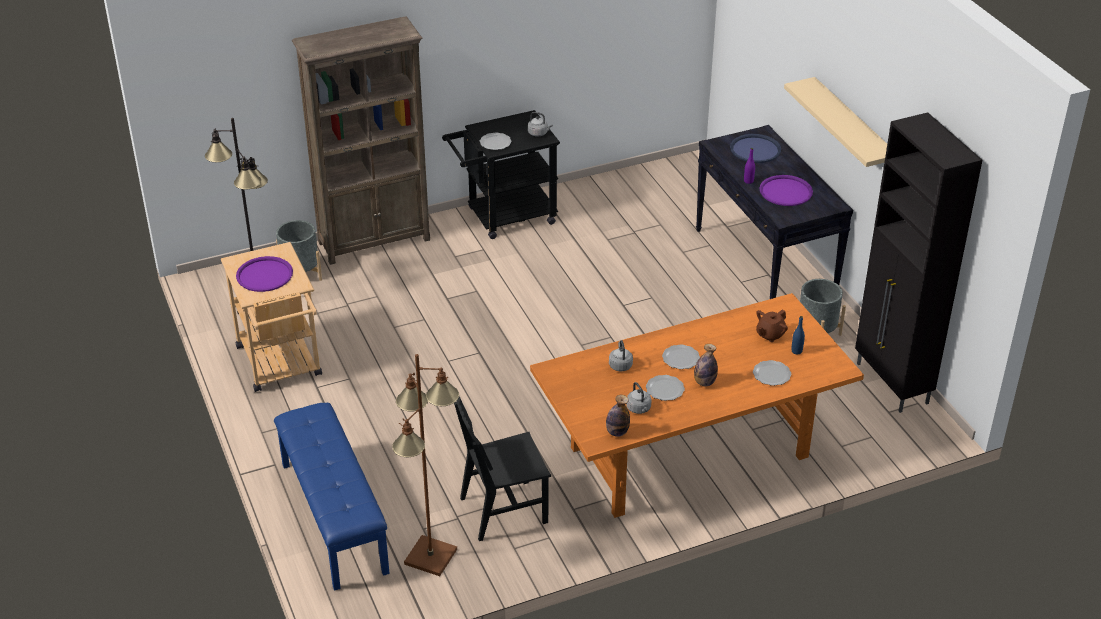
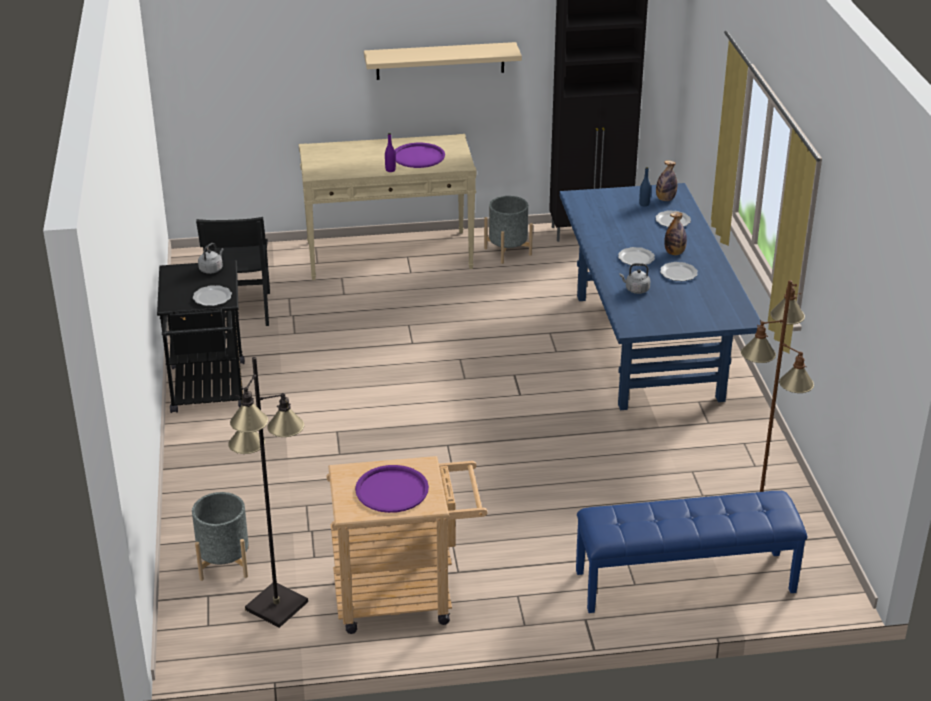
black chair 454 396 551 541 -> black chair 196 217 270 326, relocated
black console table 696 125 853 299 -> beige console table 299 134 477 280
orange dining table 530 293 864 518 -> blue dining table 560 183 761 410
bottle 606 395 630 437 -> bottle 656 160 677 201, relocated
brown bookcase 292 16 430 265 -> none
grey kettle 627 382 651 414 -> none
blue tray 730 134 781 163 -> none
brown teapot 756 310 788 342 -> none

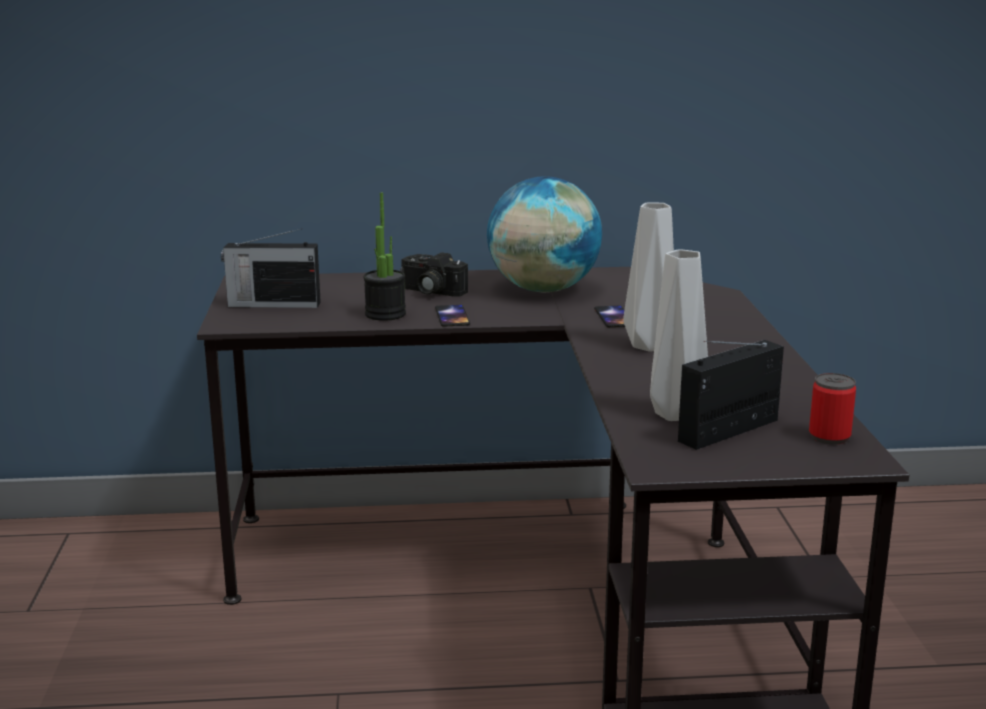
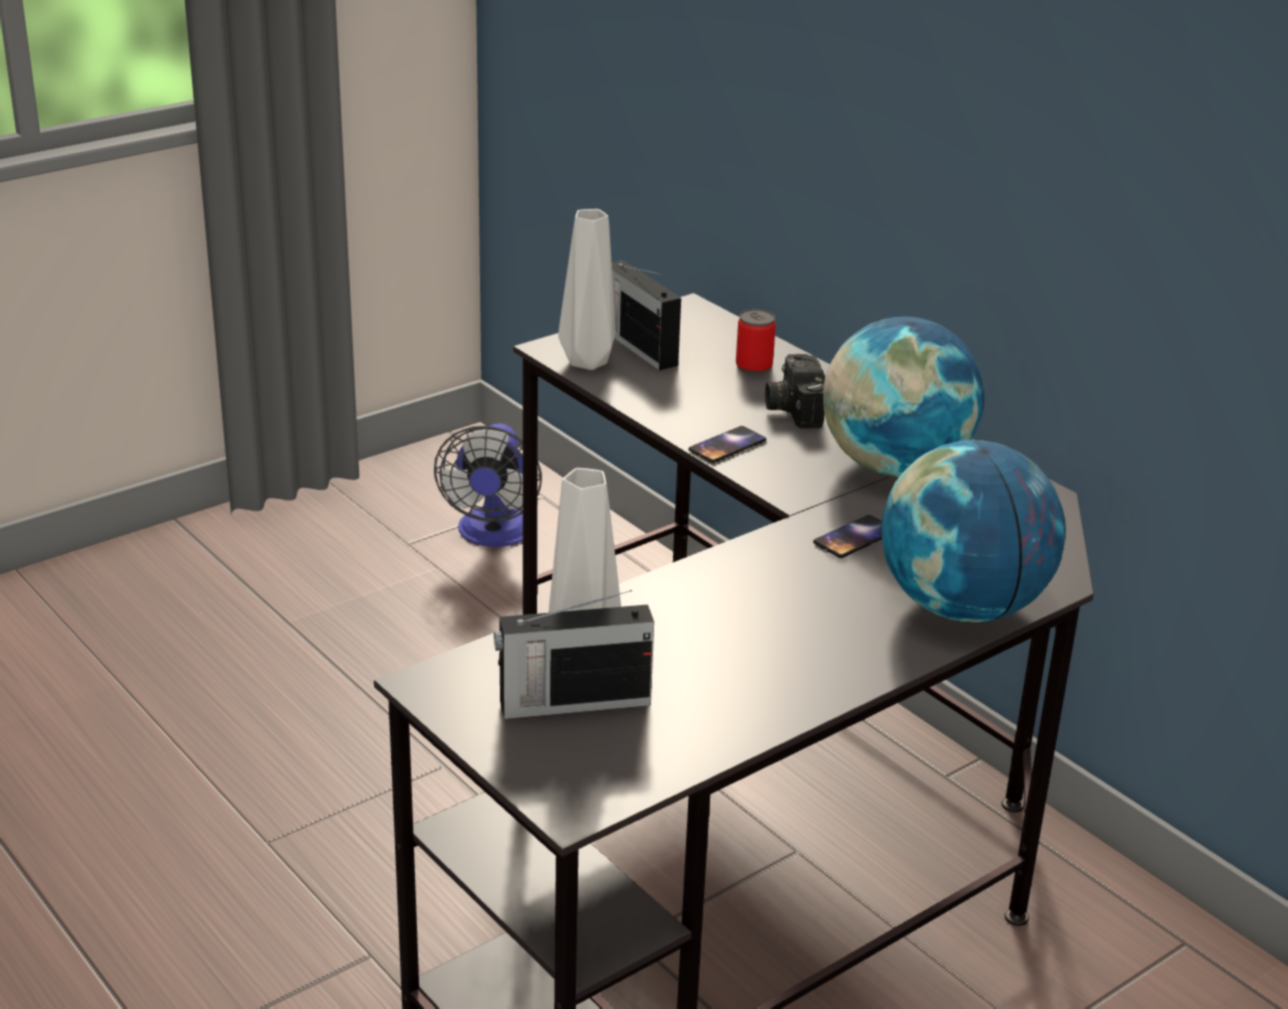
none -> fan 434 423 542 547
radio 678 340 784 450 -> radio 494 590 654 719, 150 degrees clockwise
grey vase 623 203 674 352 -> grey vase 558 209 615 370, relocated
can 809 373 856 444 -> can 736 309 776 374, relocated
none -> globe 881 440 1066 622
potted plant 363 193 406 321 -> none

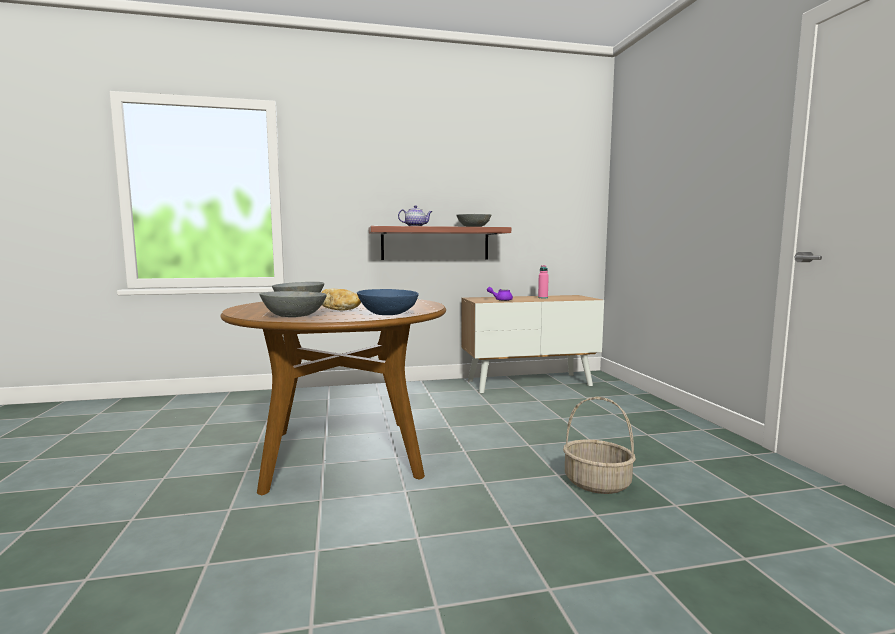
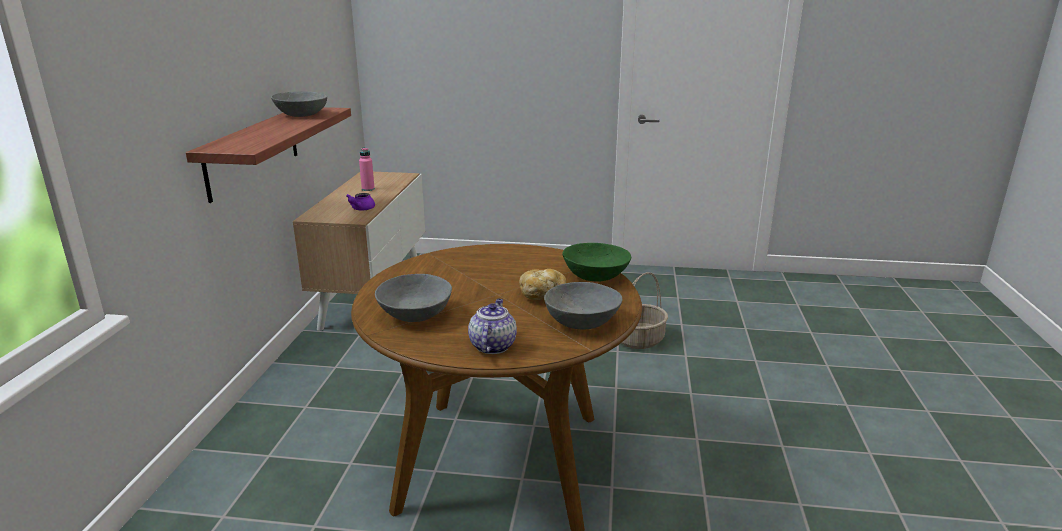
teapot 398 206 432 226 -> teapot 468 299 517 354, relocated
blue bowl 357 289 419 315 -> green bowl 562 243 631 282

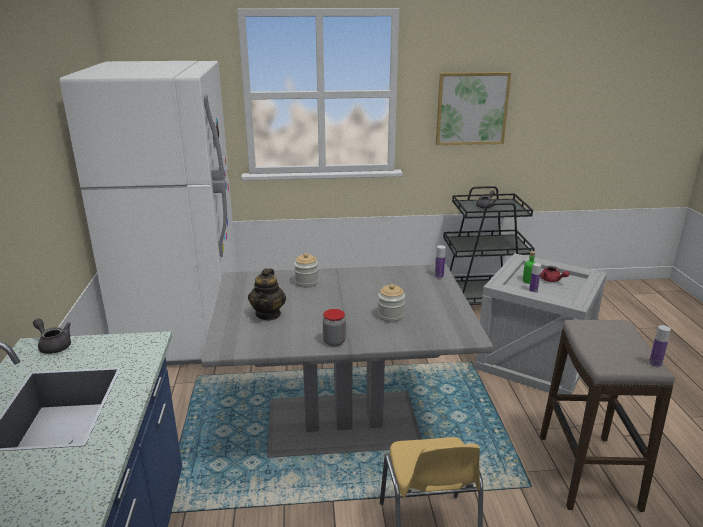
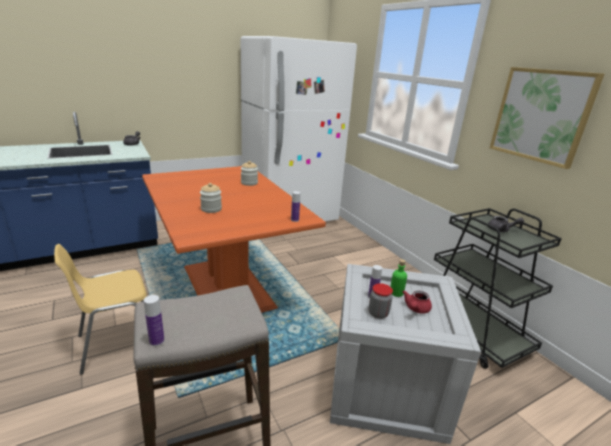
grey dining table 201 264 493 458 -> orange dining table 142 166 326 313
jar 323 309 346 347 -> jar 369 283 393 319, relocated
teapot 248 268 286 320 -> none

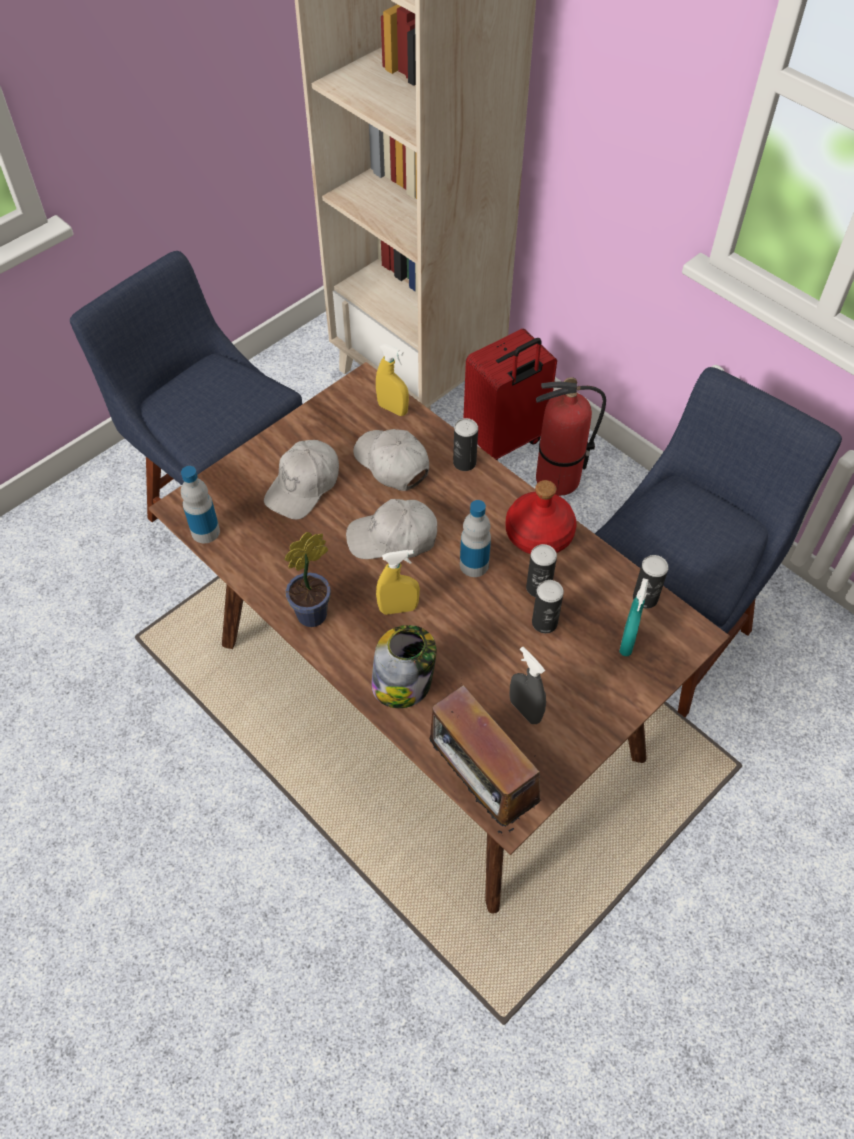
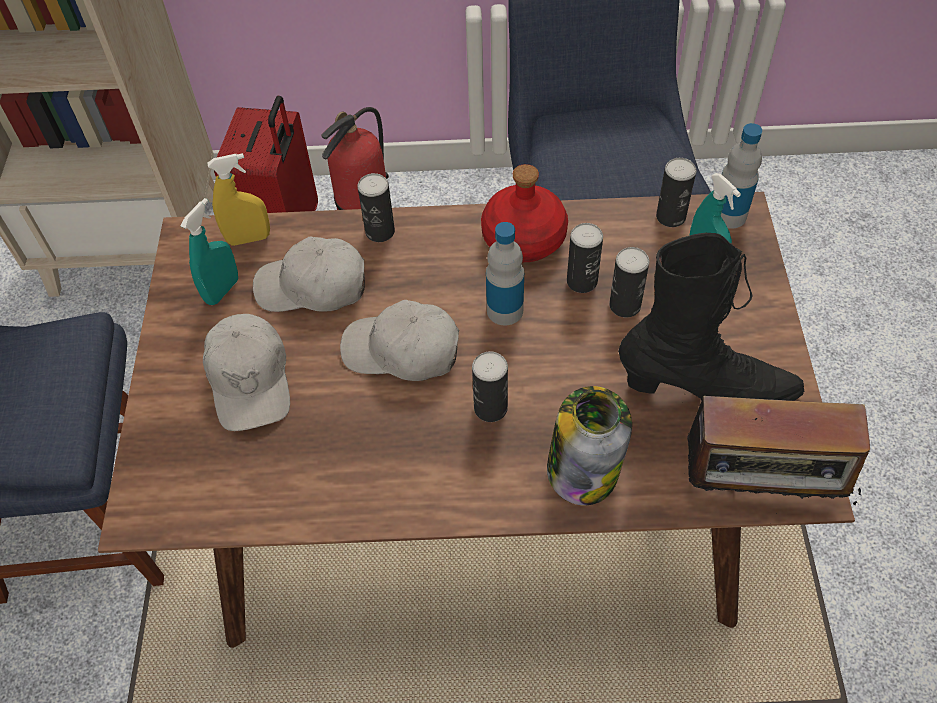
none -> turquoise spray bottle 180 198 238 305
white cap 346 499 437 559 -> white cap 340 300 459 381, 60 degrees clockwise
yellow spray bottle 376 550 420 615 -> can 472 351 508 422
grey spray bottle 509 646 546 724 -> black boot 618 233 804 401
bottle 181 466 220 543 -> bottle 721 123 762 229, relocated
potted plant 284 532 331 627 -> none

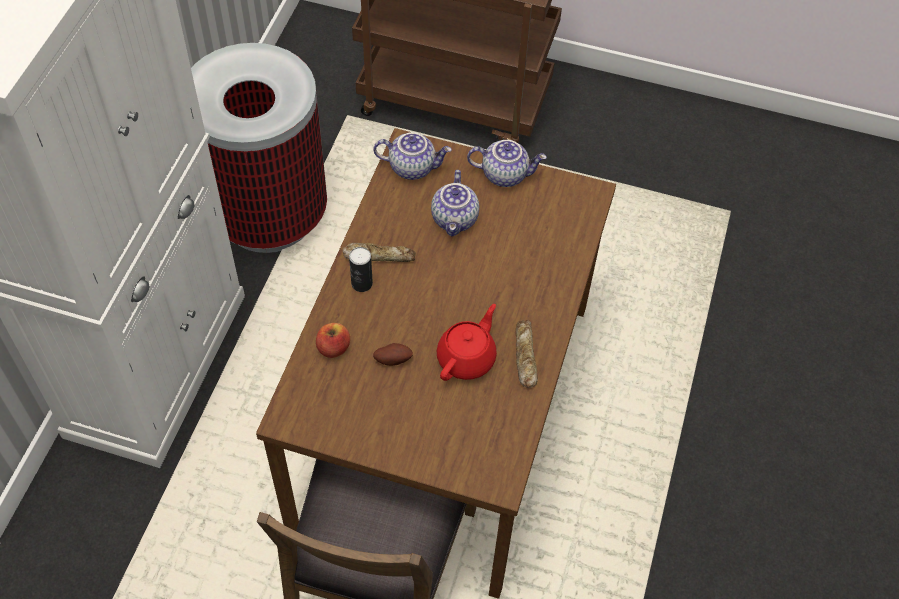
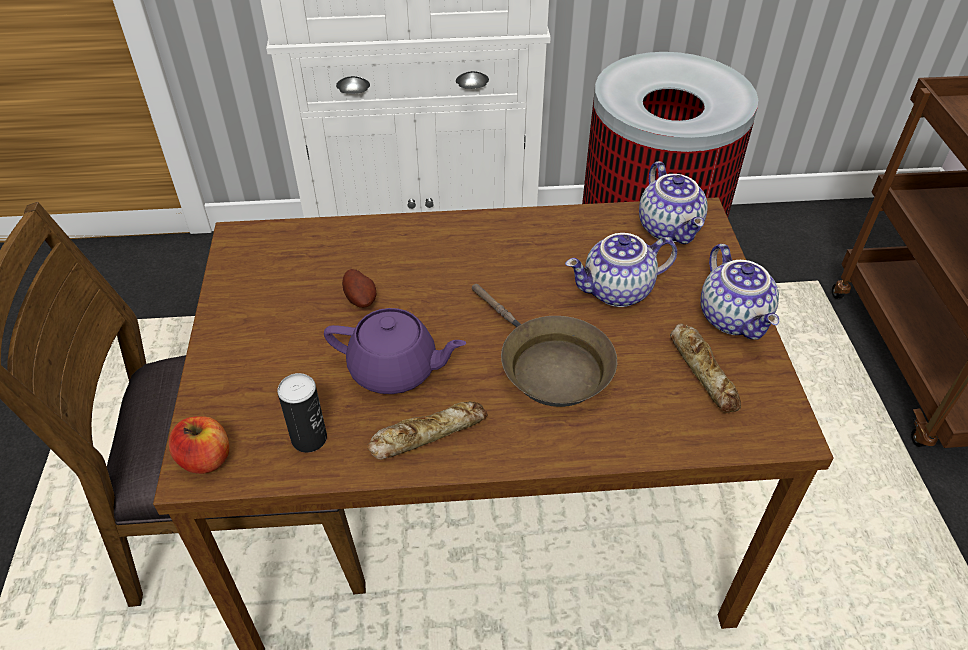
apple 316 323 350 358 -> apple 169 416 229 474, relocated
can 349 247 373 292 -> can 277 373 327 453, relocated
red teapot 437 304 497 381 -> purple teapot 324 308 466 394
none -> brown frying pan 472 284 617 407
bread 342 243 416 262 -> bread 670 323 741 413, relocated

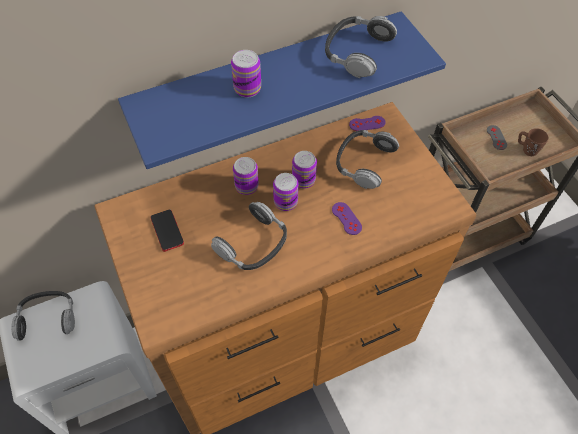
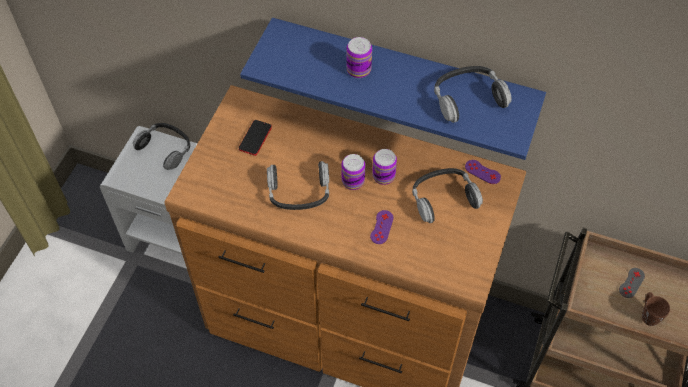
can 233 157 259 195 -> none

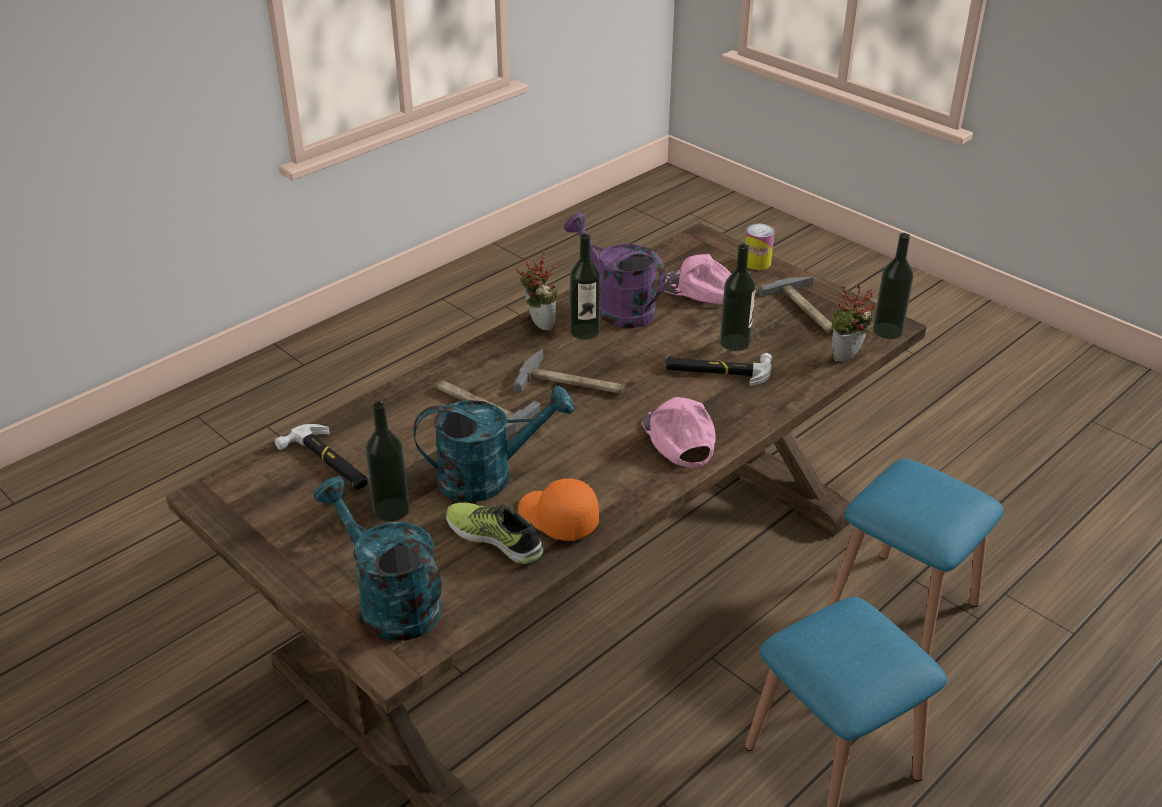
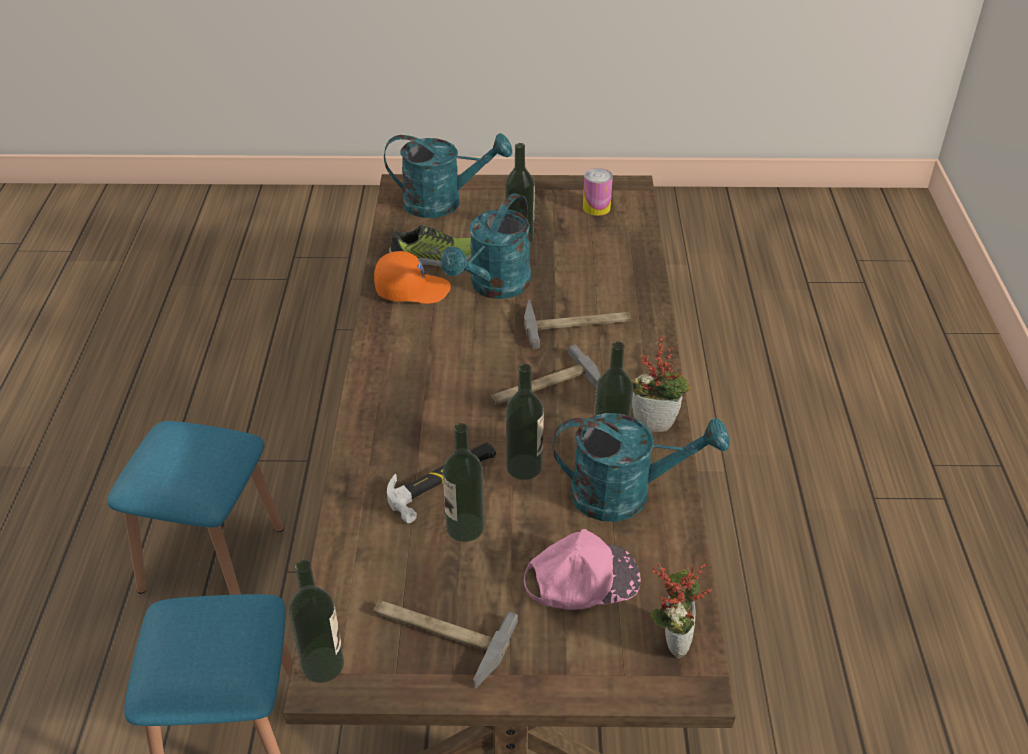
none -> bottle 506 364 544 480
purple watering can 564 212 665 328 -> turquoise watering can 552 413 730 522
can 745 224 774 270 -> can 583 168 613 216, relocated
potted plant 831 284 876 361 -> potted plant 651 563 712 658, relocated
hammer 275 424 368 490 -> none
pink cap 642 397 716 468 -> none

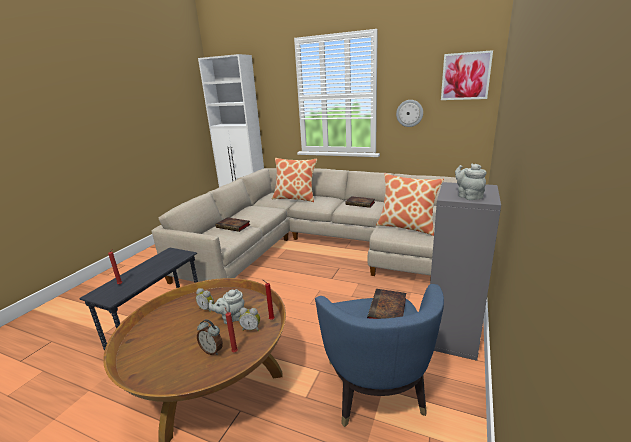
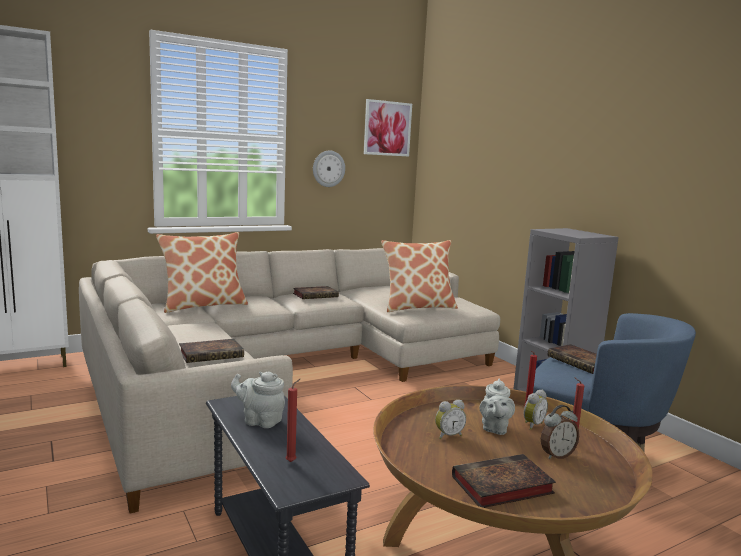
grey teapot 455 164 486 200 -> grey teapot 231 372 285 428, relocated
none -> book 452 454 556 508

